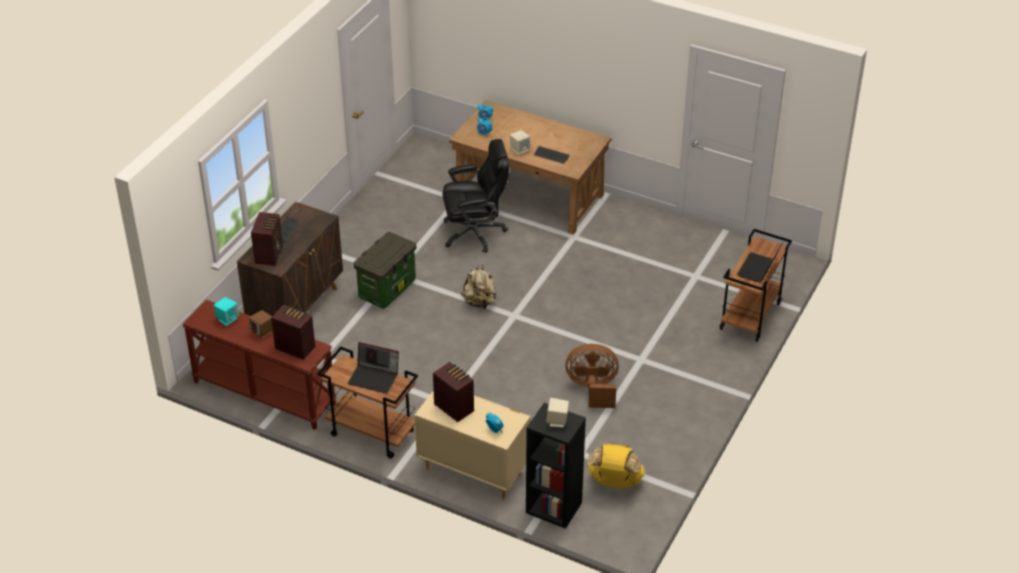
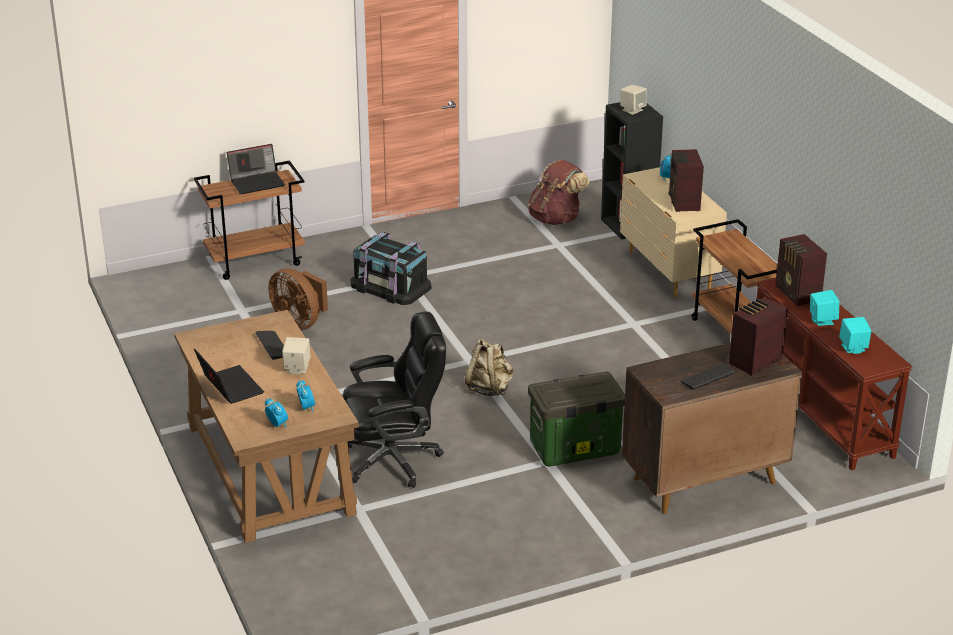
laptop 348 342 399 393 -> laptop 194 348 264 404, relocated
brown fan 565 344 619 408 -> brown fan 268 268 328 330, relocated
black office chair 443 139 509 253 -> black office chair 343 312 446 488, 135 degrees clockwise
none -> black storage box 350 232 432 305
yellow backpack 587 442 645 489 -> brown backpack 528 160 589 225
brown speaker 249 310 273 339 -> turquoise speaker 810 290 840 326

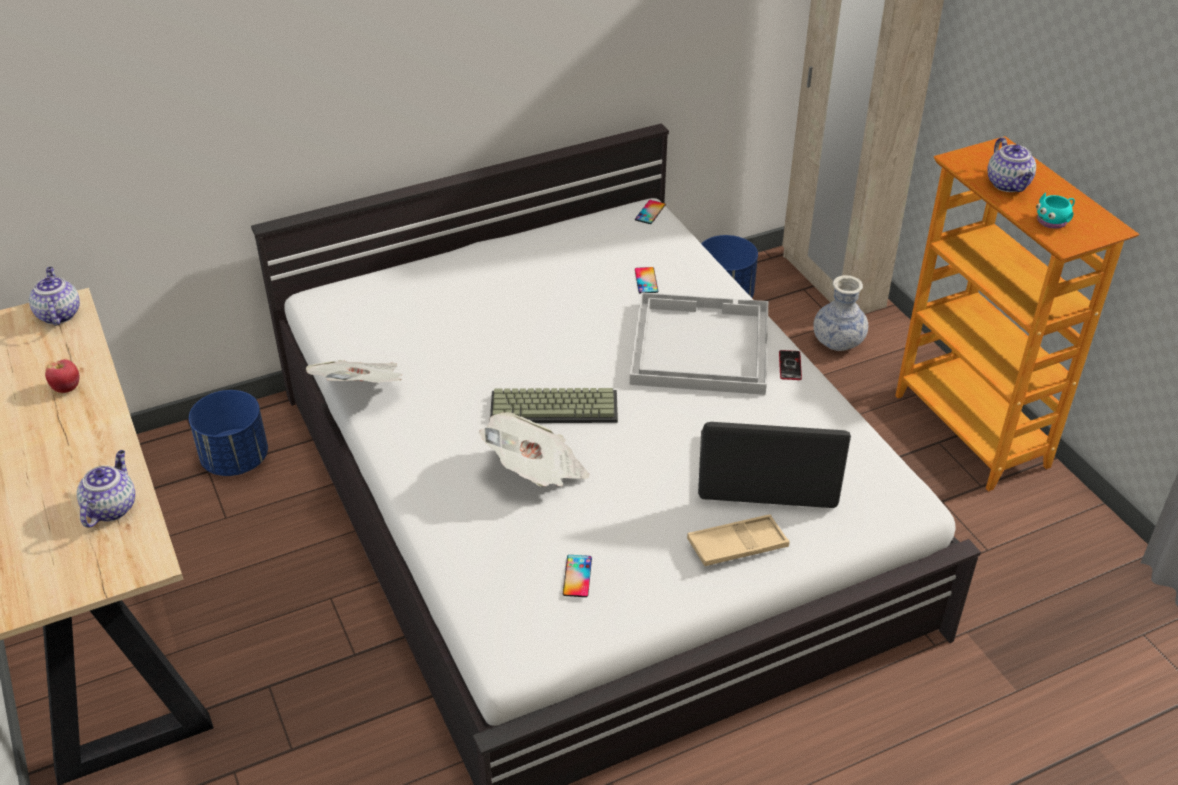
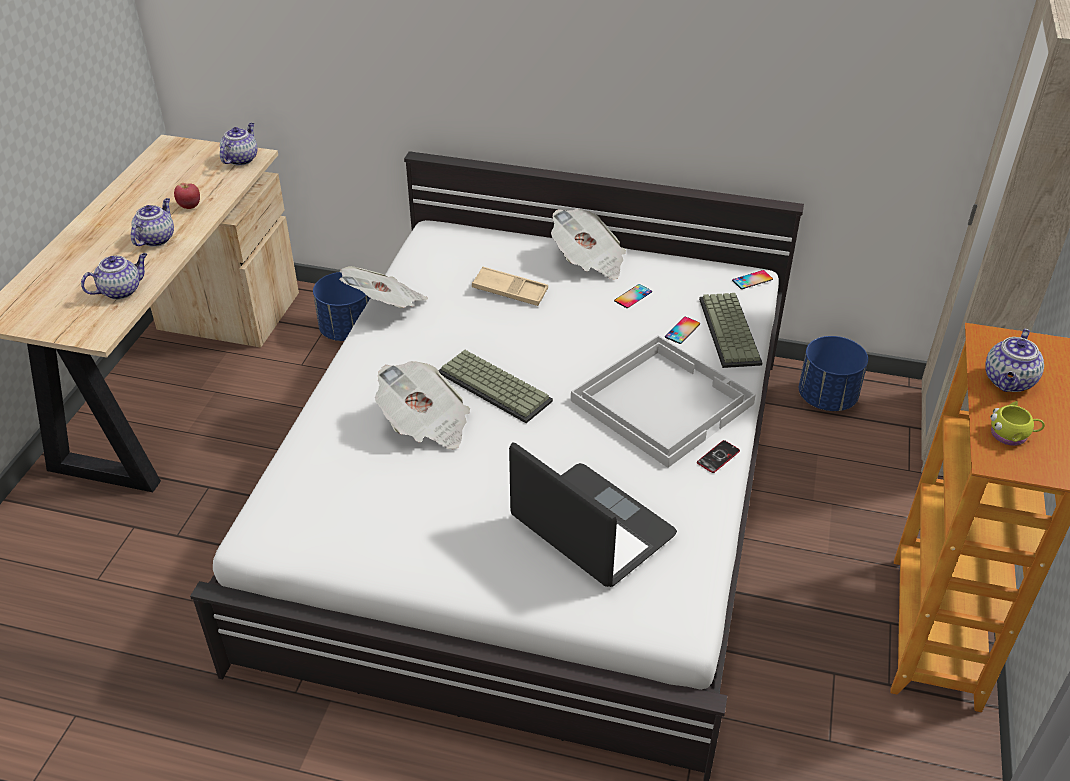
none -> teapot 131 198 174 247
beige tray 687 514 790 566 -> beige tray 472 267 548 306, relocated
none -> newspaper 551 209 626 279
phone 563 555 592 597 -> phone 614 284 652 308, relocated
none -> keyboard 699 293 762 368
turquoise mug 1036 192 1075 229 -> yellow mug 990 401 1045 446
vase 813 275 868 351 -> none

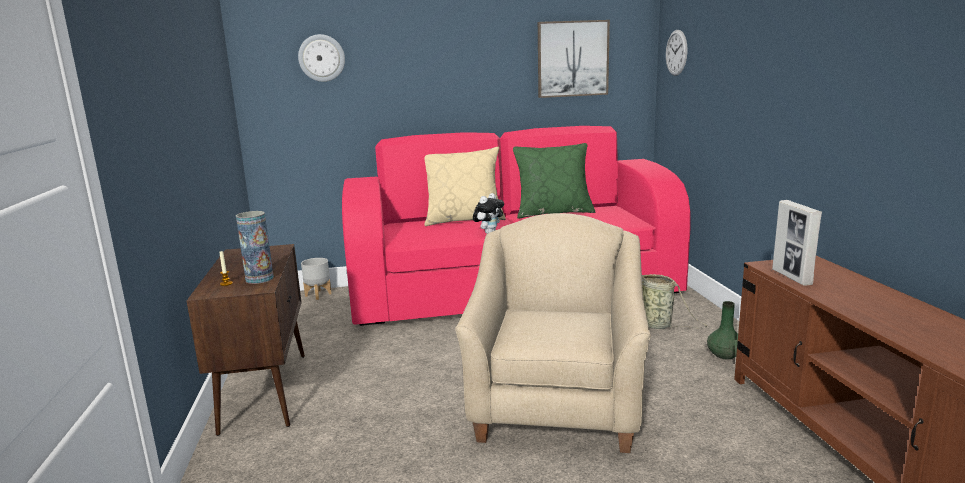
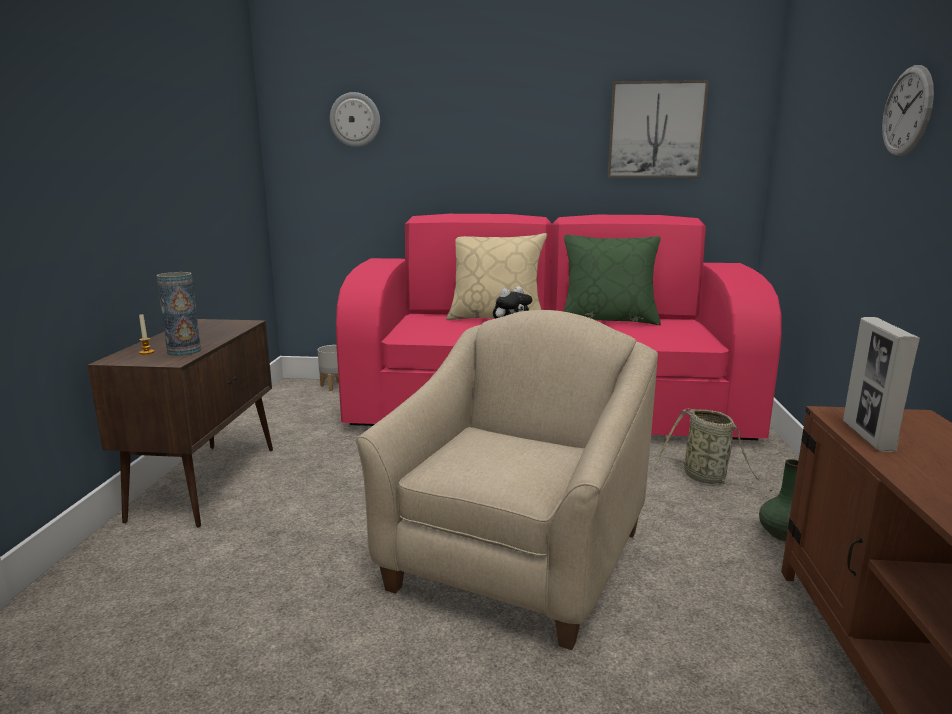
wall clock 666 30 687 76 -> wall clock 882 65 934 157, relocated

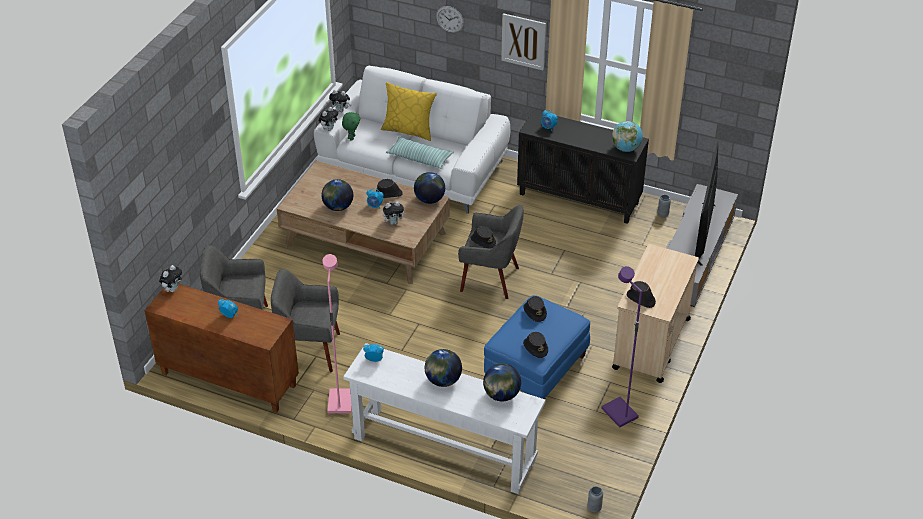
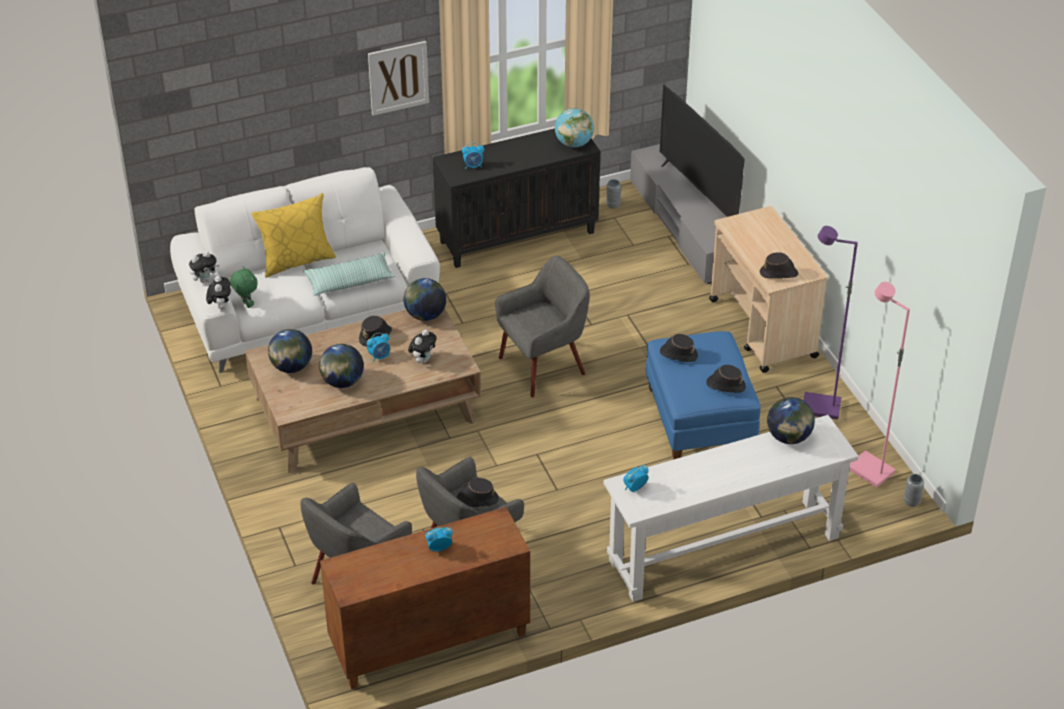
globe 425 349 462 387 -> globe 268 329 312 373, relocated
black hat 470 226 496 248 -> black hat 456 478 499 507, relocated
pink floor lamp 322 254 352 413 -> pink floor lamp 850 282 910 487, relocated
plush toy 159 265 182 292 -> none
wall clock 436 6 464 33 -> none

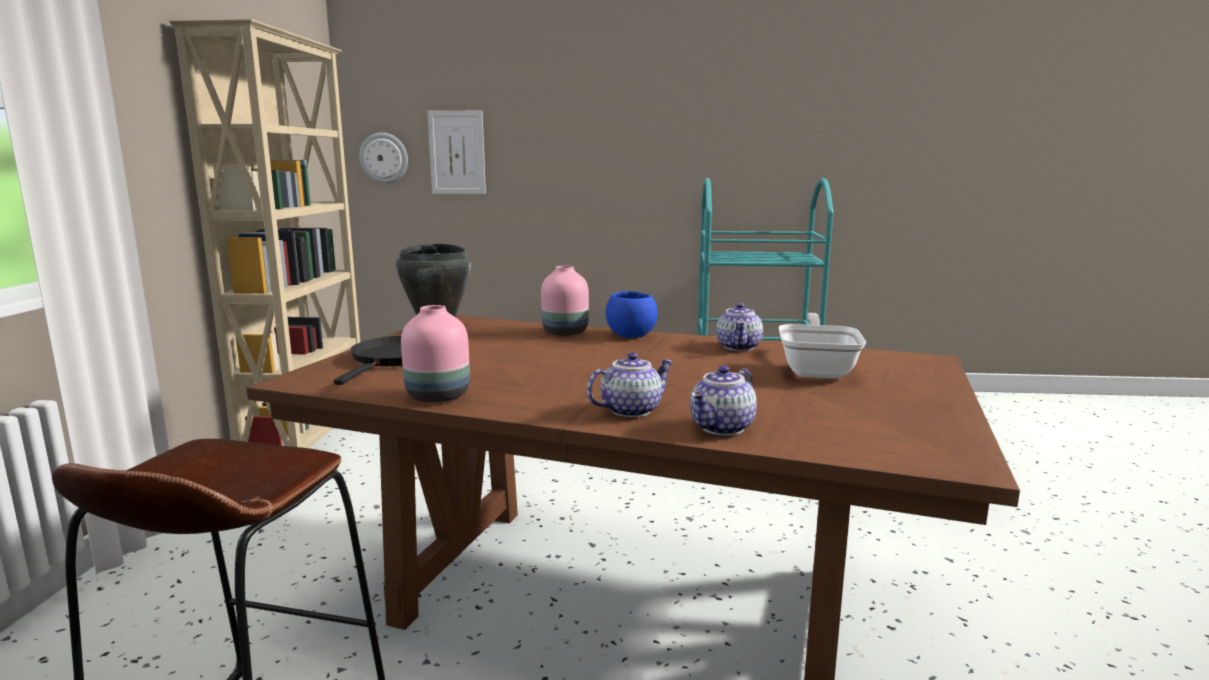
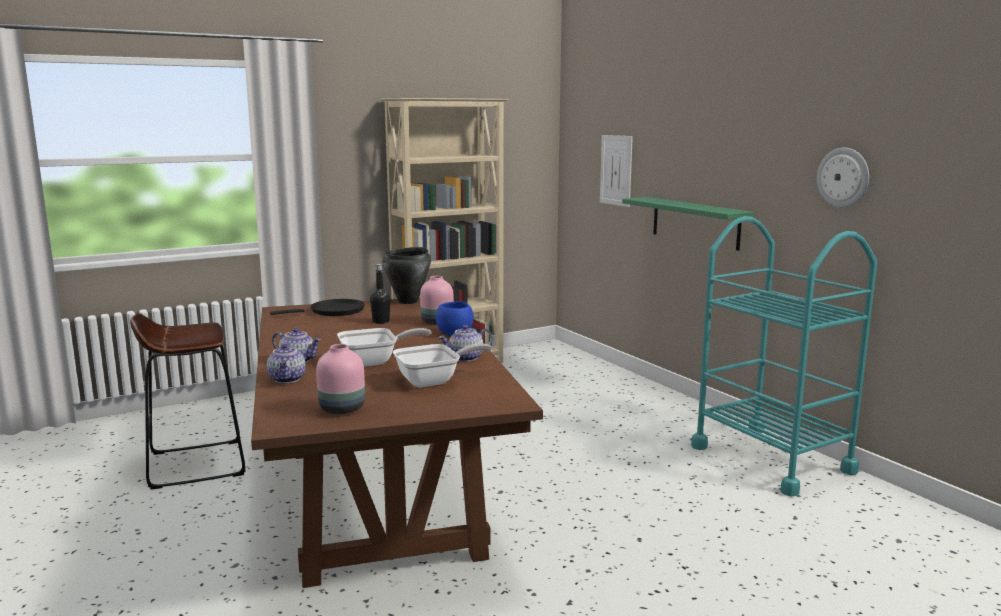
teapot 690 365 757 436 -> teapot 267 344 306 384, 105 degrees counterclockwise
pink vase 401 305 470 402 -> pink vase 316 344 365 414, relocated
none -> frying pan 337 328 431 367
none -> black bottle 370 264 390 324
none -> green shelf 622 197 754 251
wall clock 359 132 408 184 -> wall clock 817 148 869 207, relocated

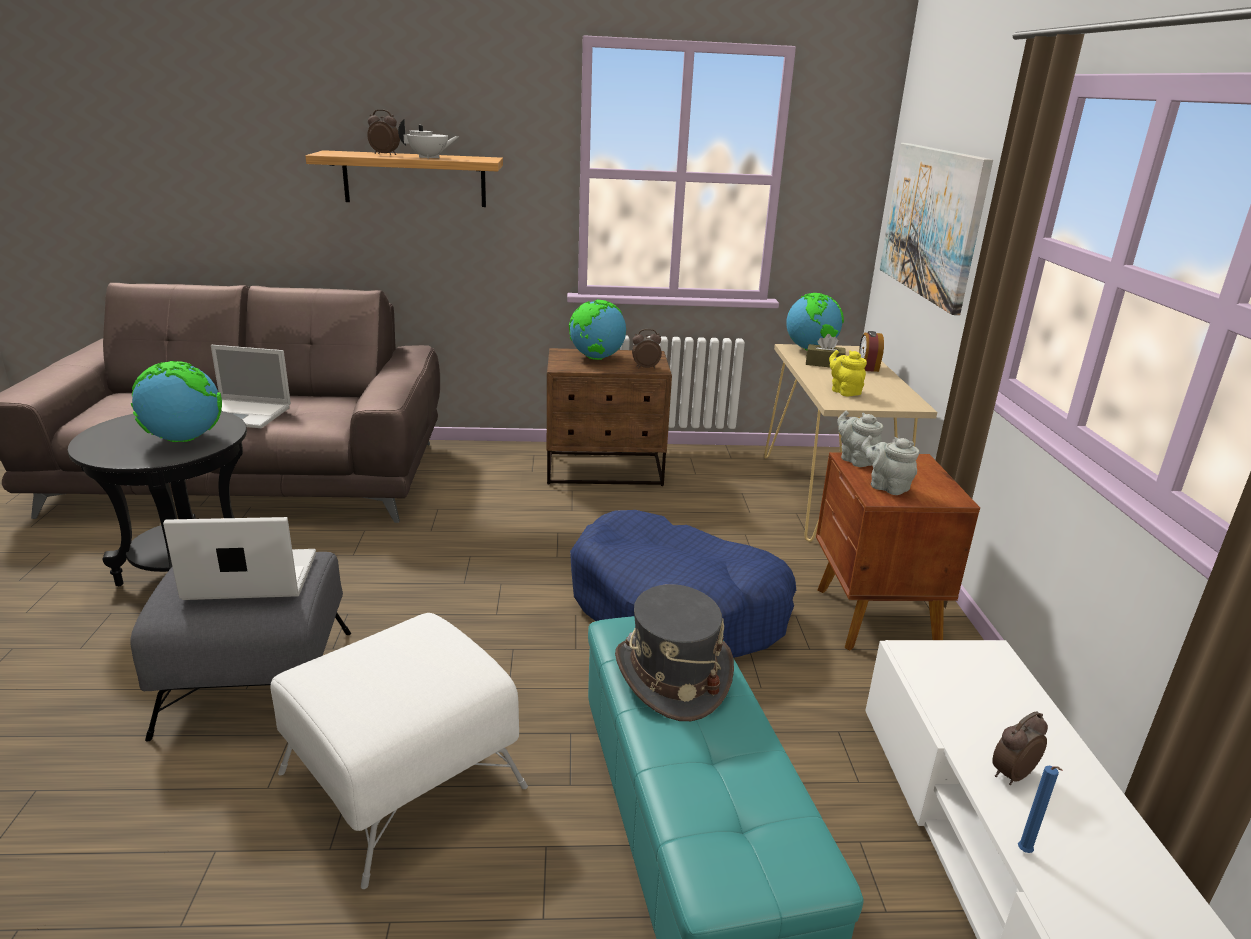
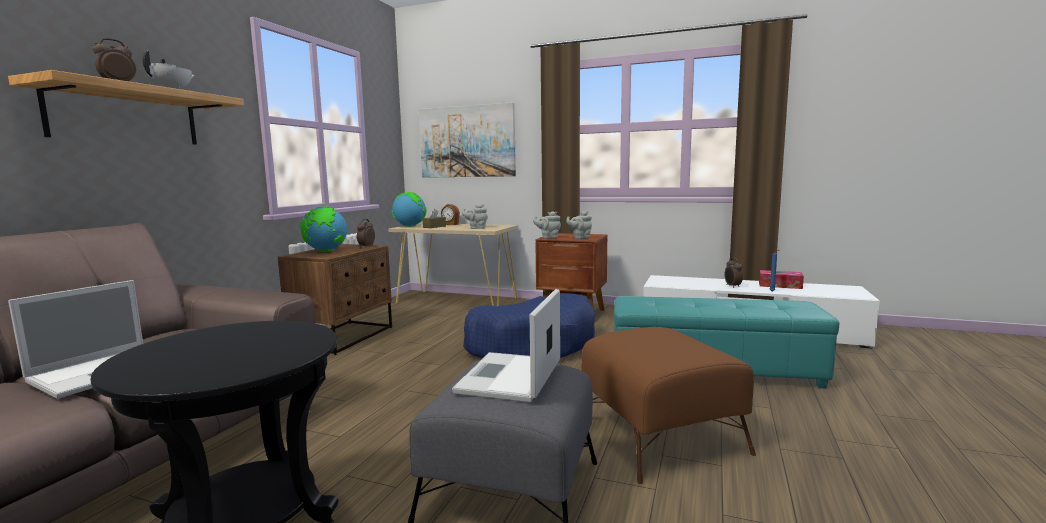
yellow teapot 829 350 867 396 -> grey teapot 462 204 488 229
white ottoman 271 613 528 889 -> brown ottoman 581 327 756 484
none -> tissue box 759 270 804 289
globe 131 361 222 442 -> none
grey hat 615 584 734 721 -> none

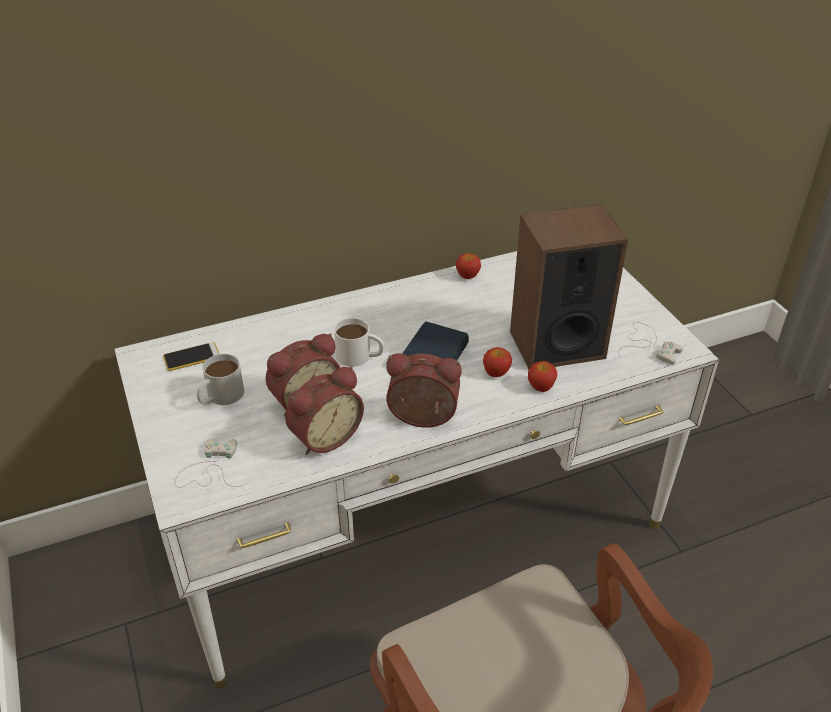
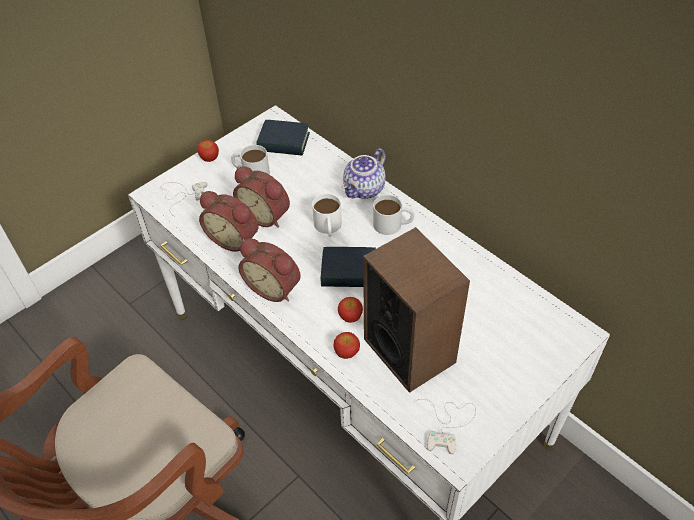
apple 456 253 481 279 -> apple 197 140 219 162, relocated
alarm clock 386 354 462 428 -> alarm clock 238 238 301 302, 135 degrees clockwise
phone 163 342 219 371 -> book 256 120 310 156
none -> teapot 342 148 386 199
none -> white mug 373 195 414 235

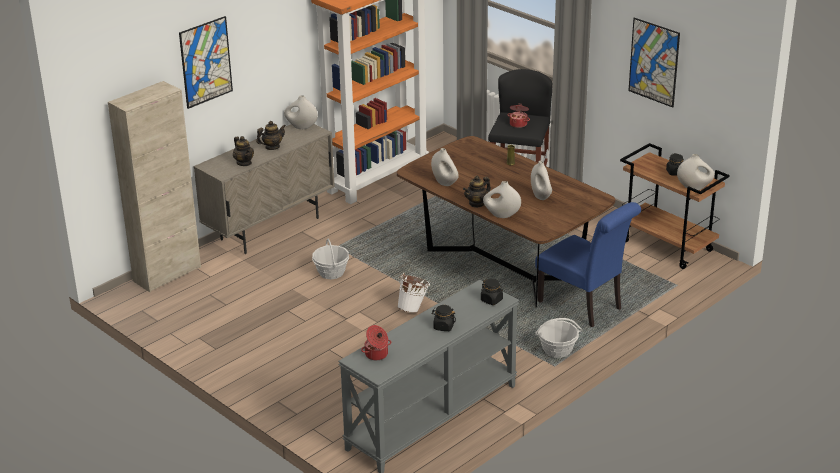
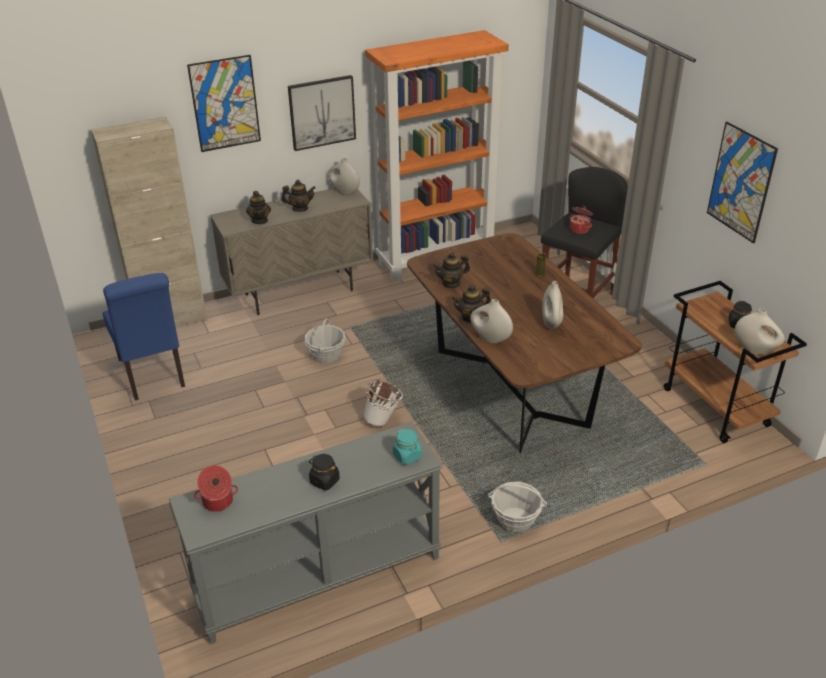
blue chair 535 202 641 327 -> blue chair 102 273 185 400, relocated
none -> picture 288 75 356 151
black jar 481 279 503 305 -> turquoise jar 393 428 422 465
white vase 431 148 459 186 -> teapot 433 252 470 289

